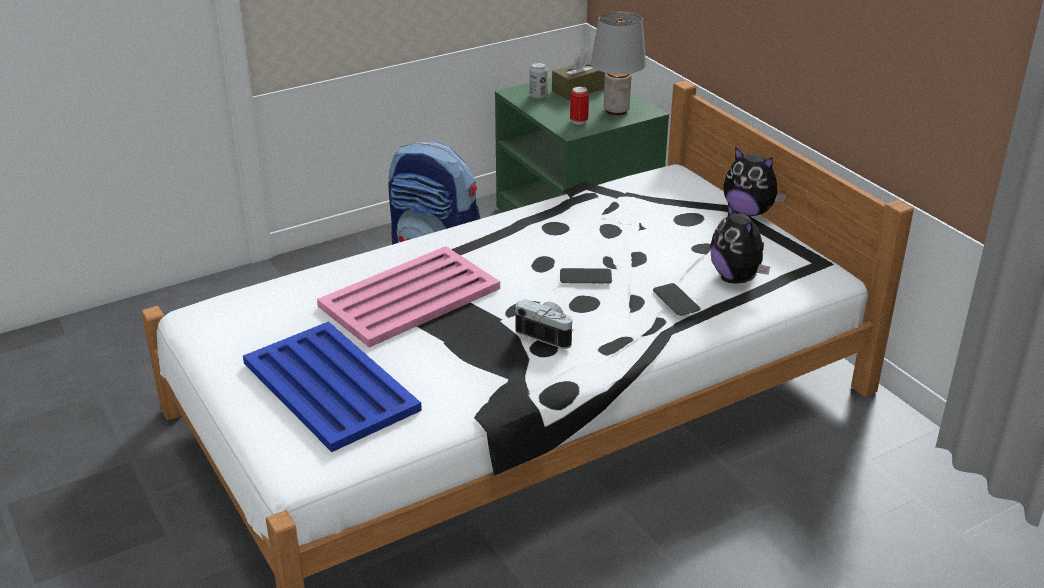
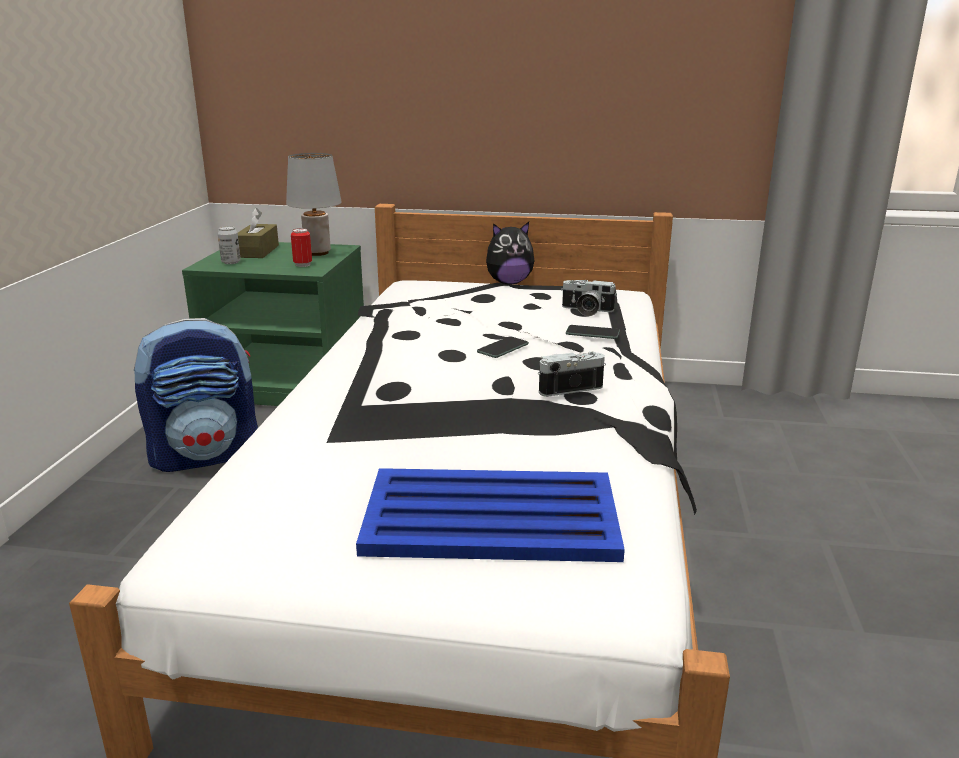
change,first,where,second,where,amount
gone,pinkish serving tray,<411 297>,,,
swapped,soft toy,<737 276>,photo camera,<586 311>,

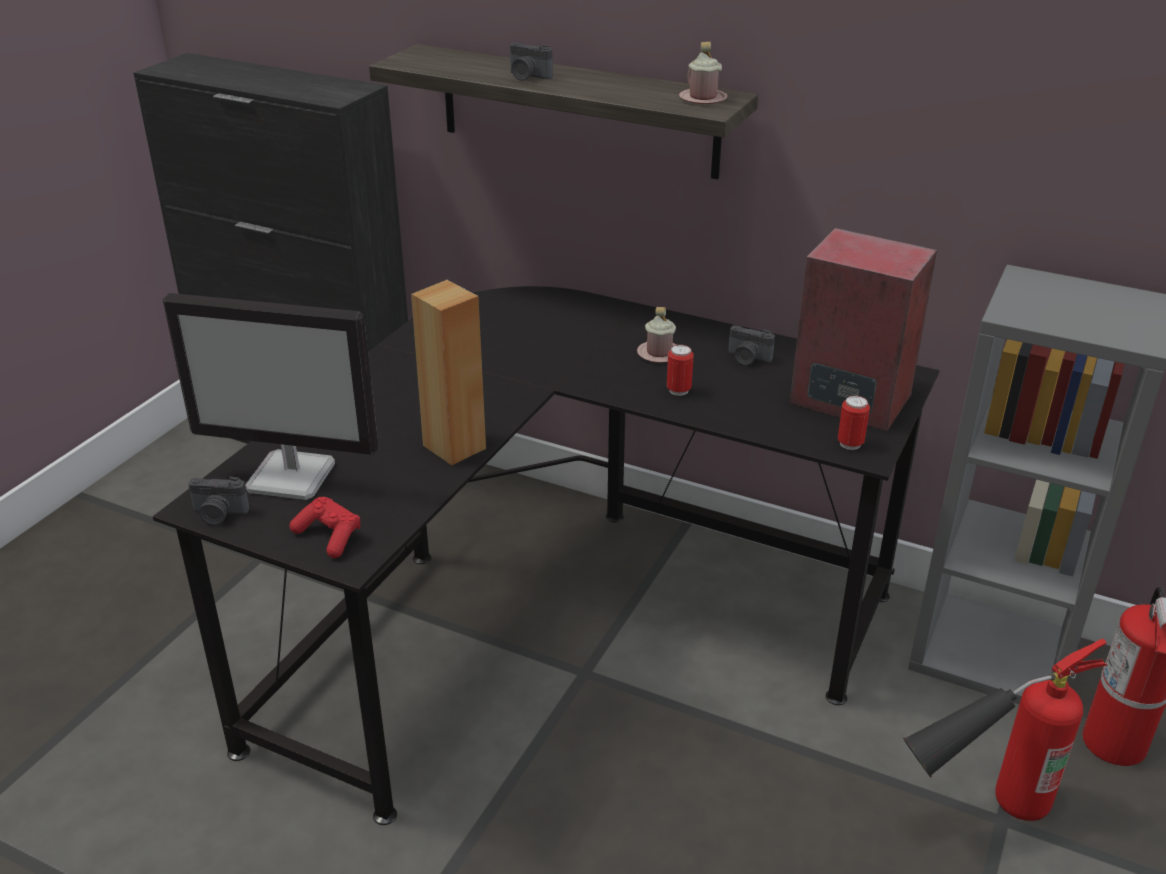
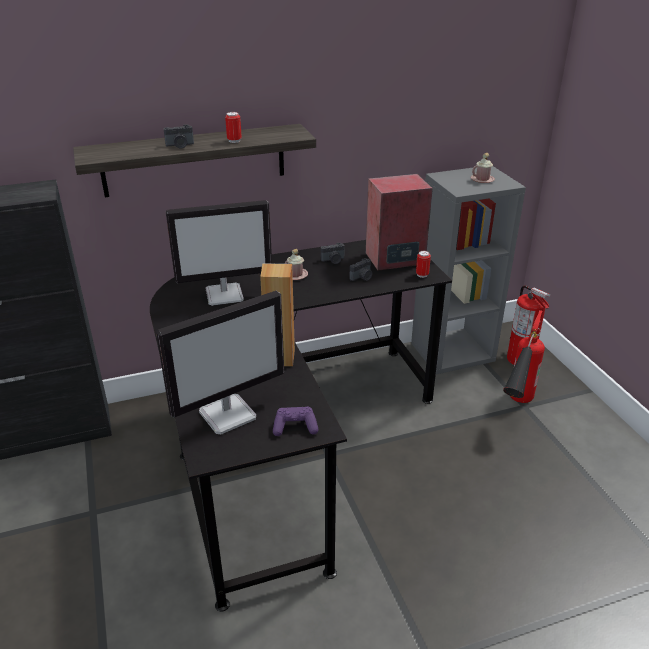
change,first,where,second,where,amount
shifted,photo camera,<219 515>,,<362 277>,
repainted,red-coloured game controller,<329 536>,purple-coloured game controller,<295 427>,
shifted,can,<678 390>,,<234 141>,
shifted,pinkish mug,<703 98>,,<482 179>,
new,,,computer display,<225 295>,

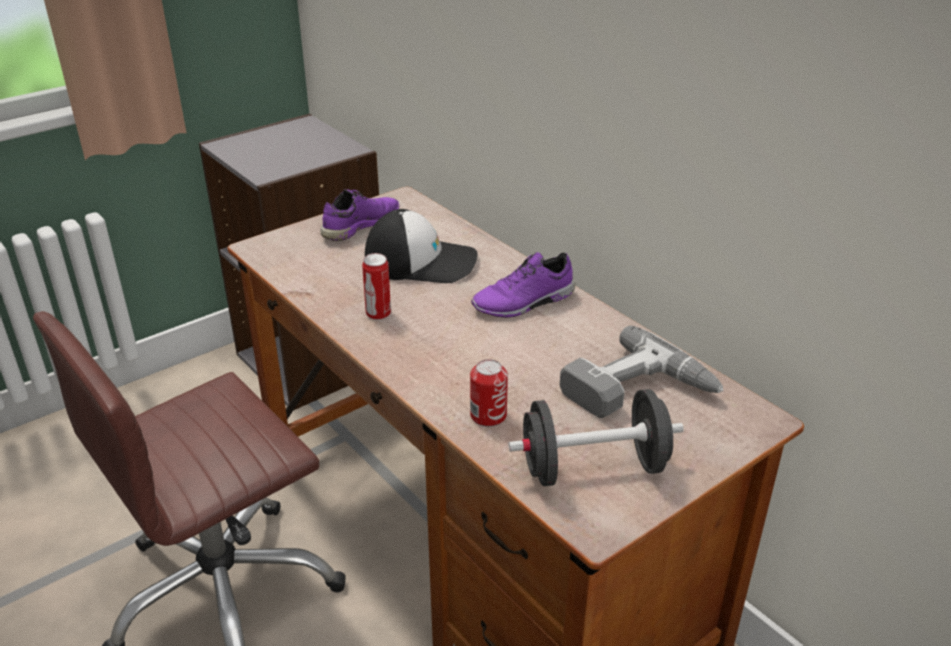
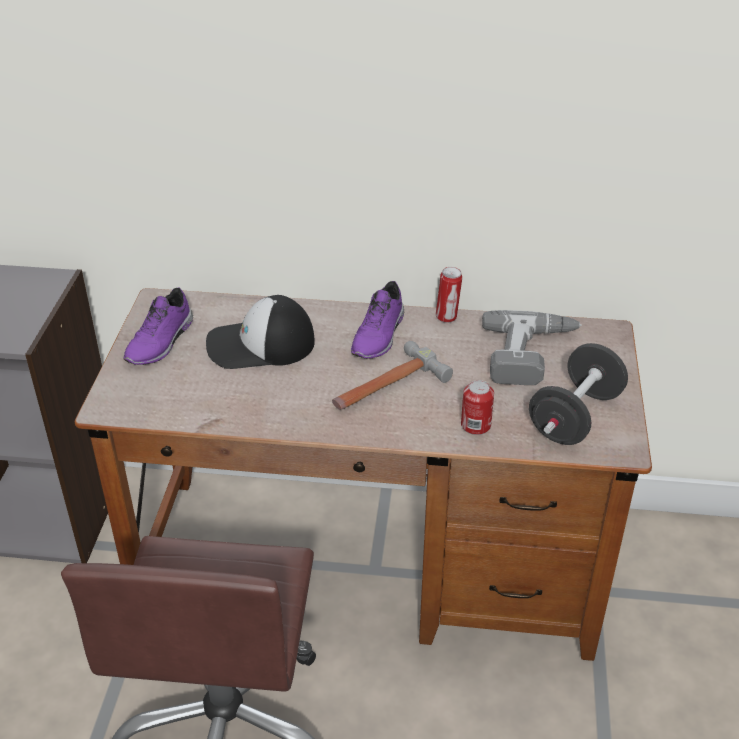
change,first,where,second,where,amount
rotated,purple-coloured low shoe,<360 225>,,<162 342>,150 degrees counterclockwise
shifted,can,<378 314>,,<447 317>,
rotated,peaked cap,<421 261>,,<260 345>,150 degrees counterclockwise
new,,,hand hammer,<386 387>,

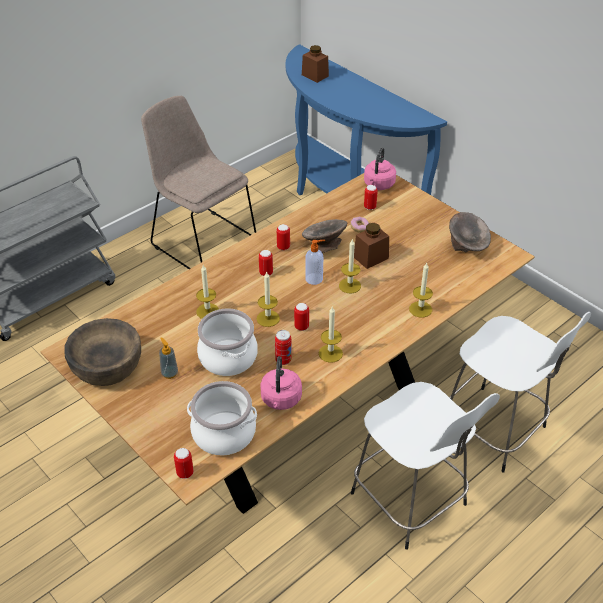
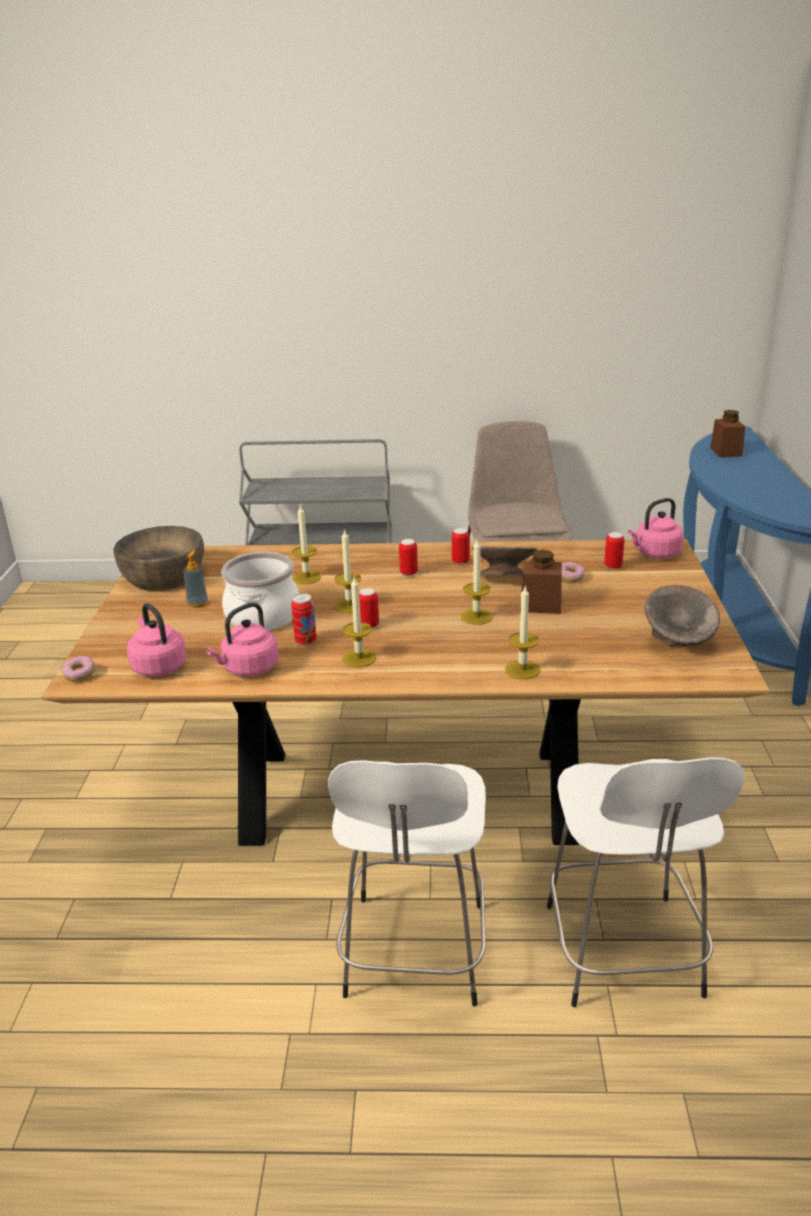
change,first,where,second,where,amount
swapped,can,<185 473>,doughnut,<80 675>,
swapped,stockpot,<223 434>,pinkish water kettle,<158 666>,
gone,soap dispenser,<314 279>,,,

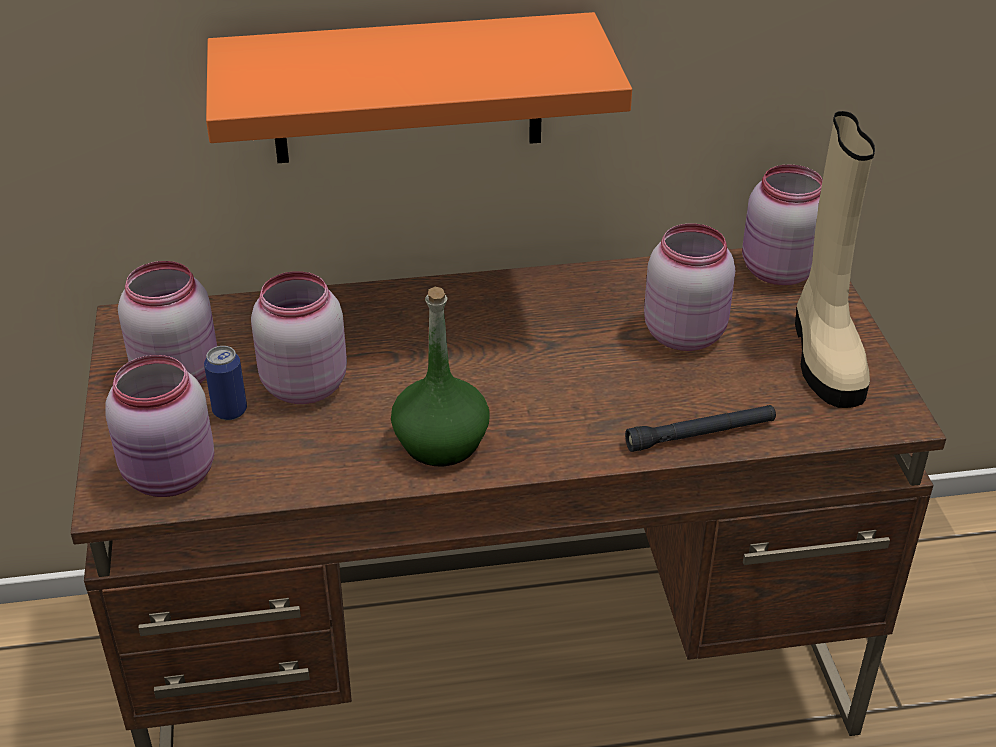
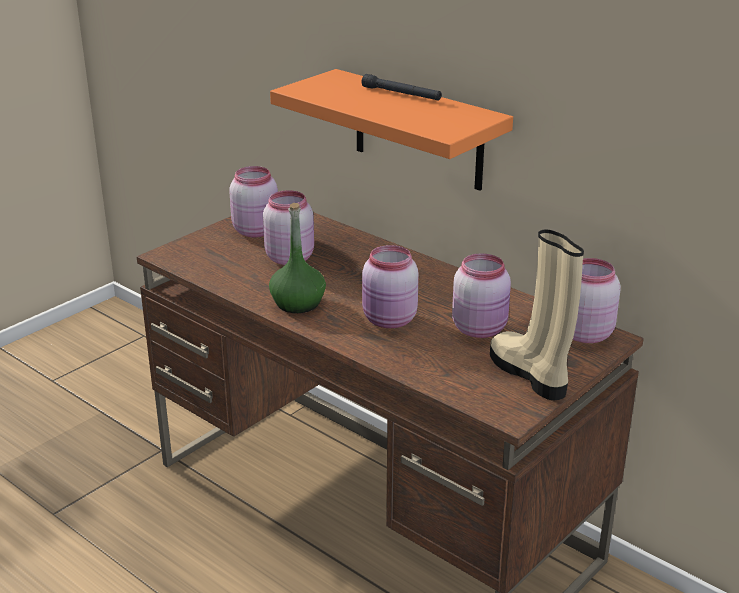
change,first,where,second,where,amount
shifted,pinkish preserve jar,<172 476>,,<389 320>,
gone,can,<230 411>,,,
shifted,black-coloured flashlight,<701 435>,,<401 94>,
rotated,beige boot,<824 355>,,<530 375>,105 degrees clockwise

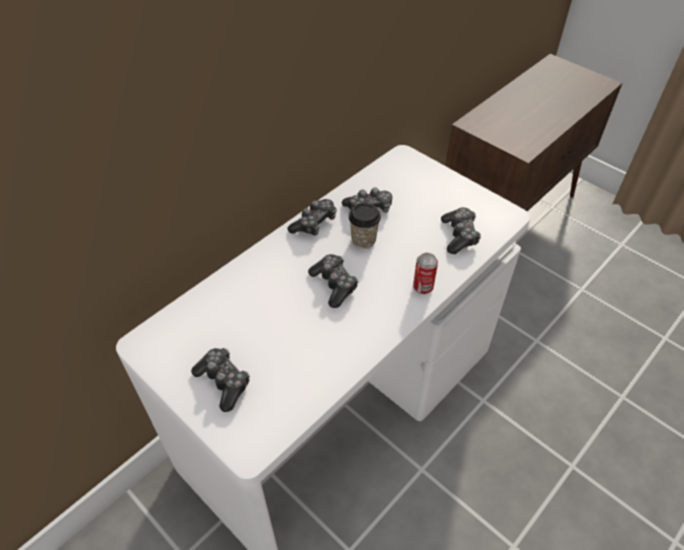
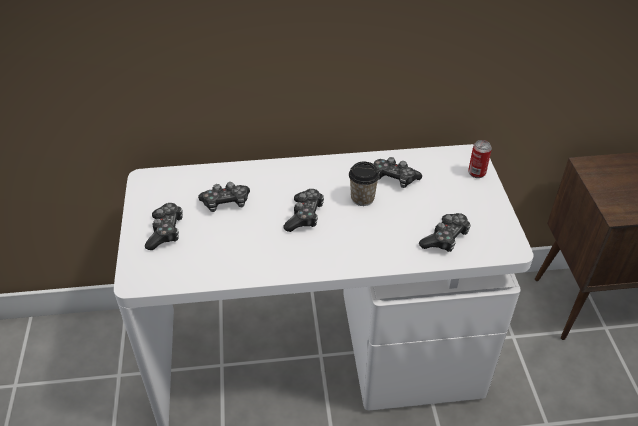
change,first,where,second,where,amount
shifted,game controller,<314 223>,,<226 203>,
shifted,can,<423 287>,,<476 173>,

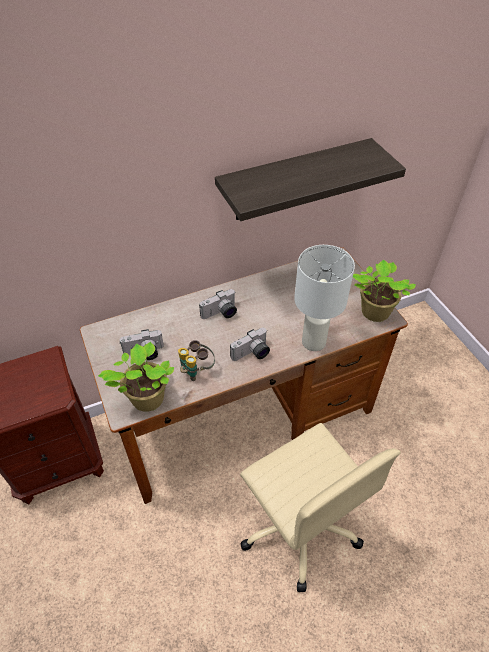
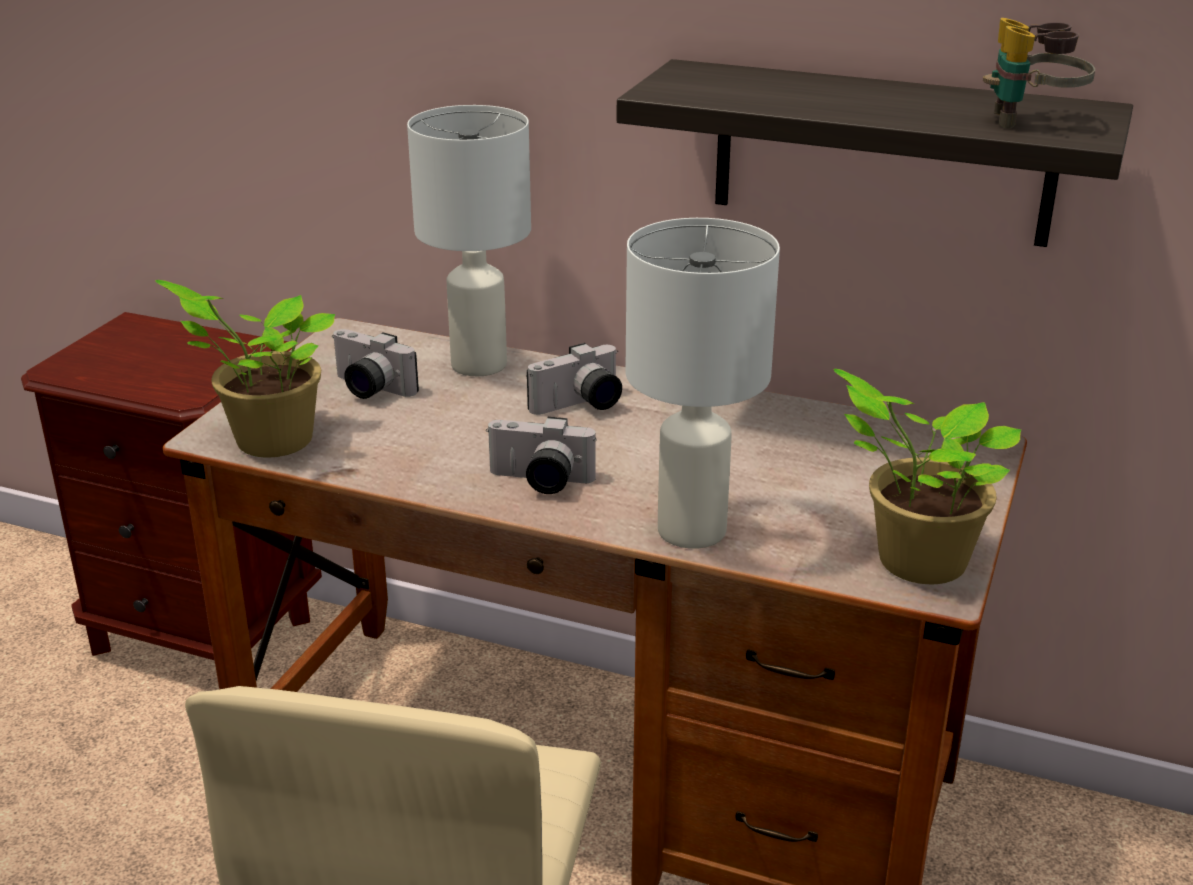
change,first,where,second,where,amount
shifted,binoculars,<197 370>,,<1030 122>,
rotated,photo camera,<220 314>,,<580 406>,45 degrees counterclockwise
new,,,whitish lamp for a table,<479 365>,

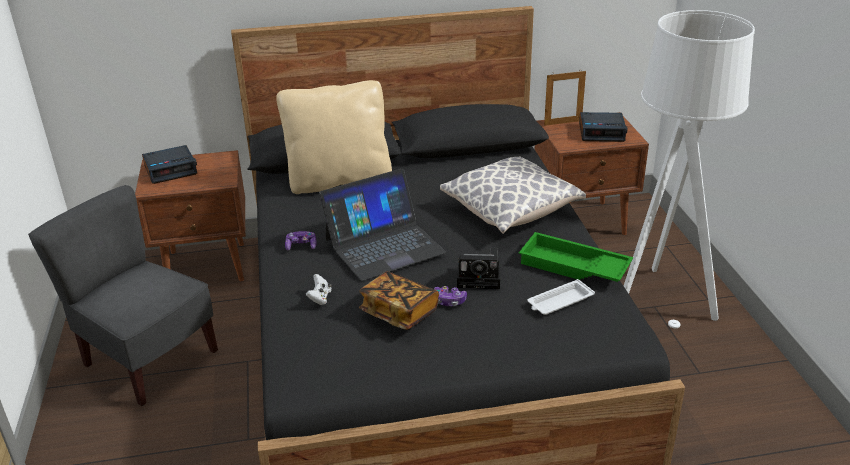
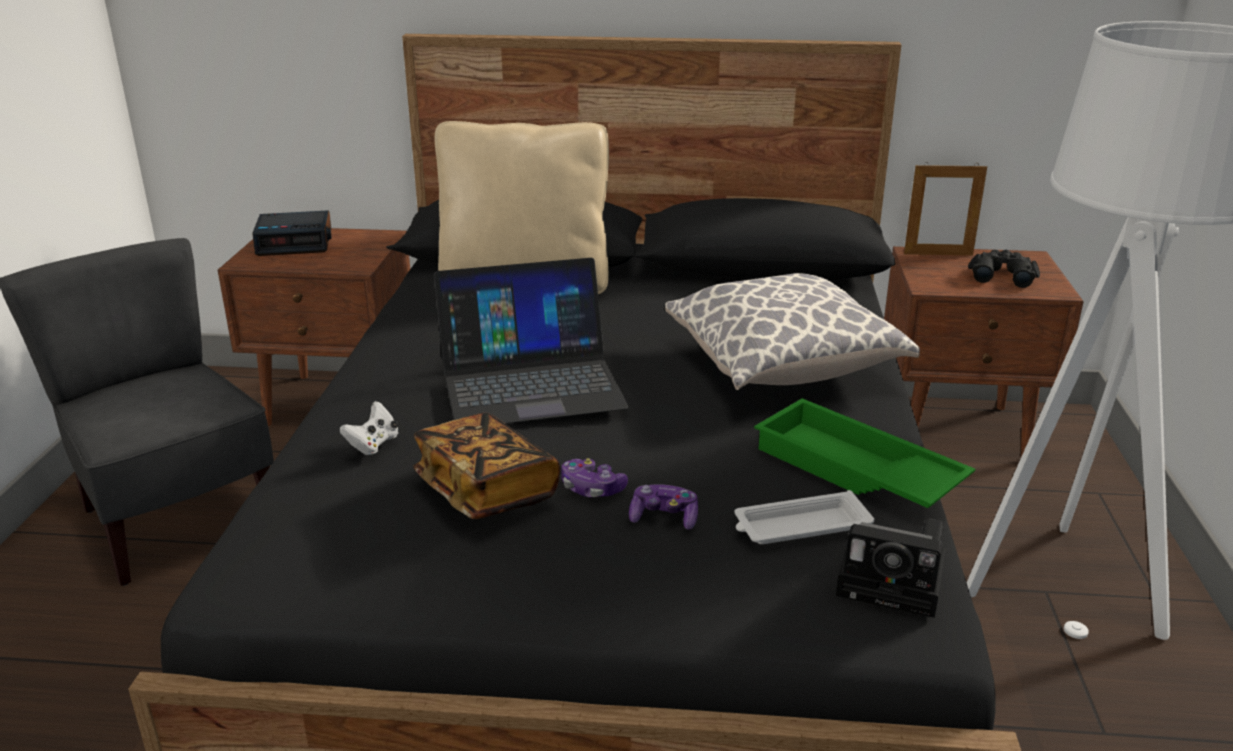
change,first,where,second,where,amount
shifted,game controller,<301 246>,,<664 517>,
shifted,photo camera,<481 278>,,<895 583>,
swapped,bedside clock,<602 132>,black-coloured binoculars,<1002 275>,

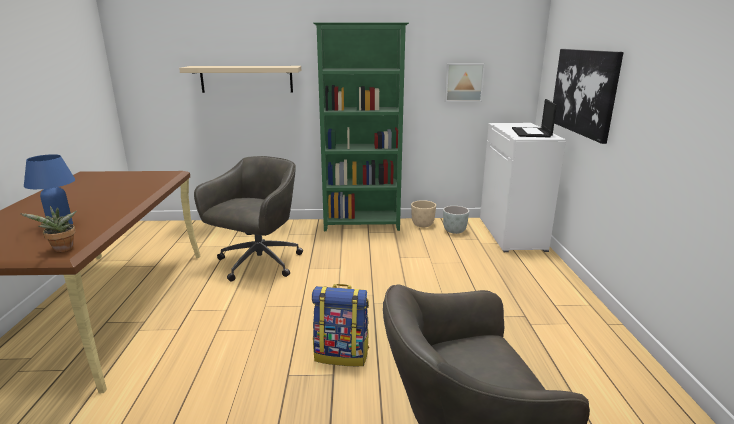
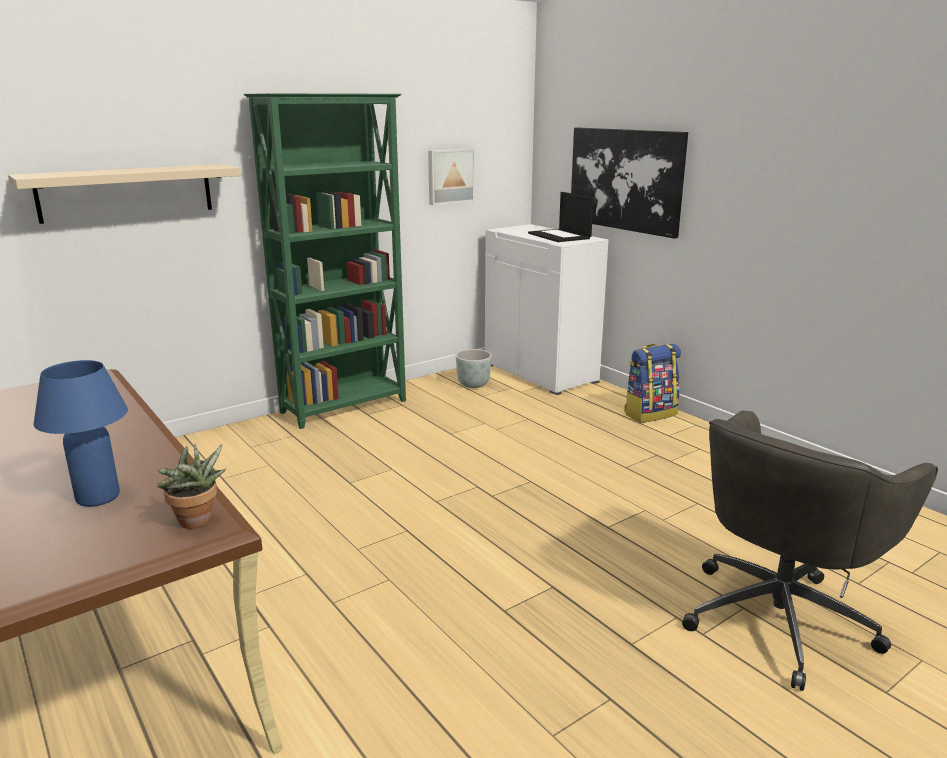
change,first,where,second,where,amount
gone,gray computer chair,<258 263>,,,
shifted,rucksack,<342 354>,,<650 414>,
gone,beige flower pot,<423 225>,,,

